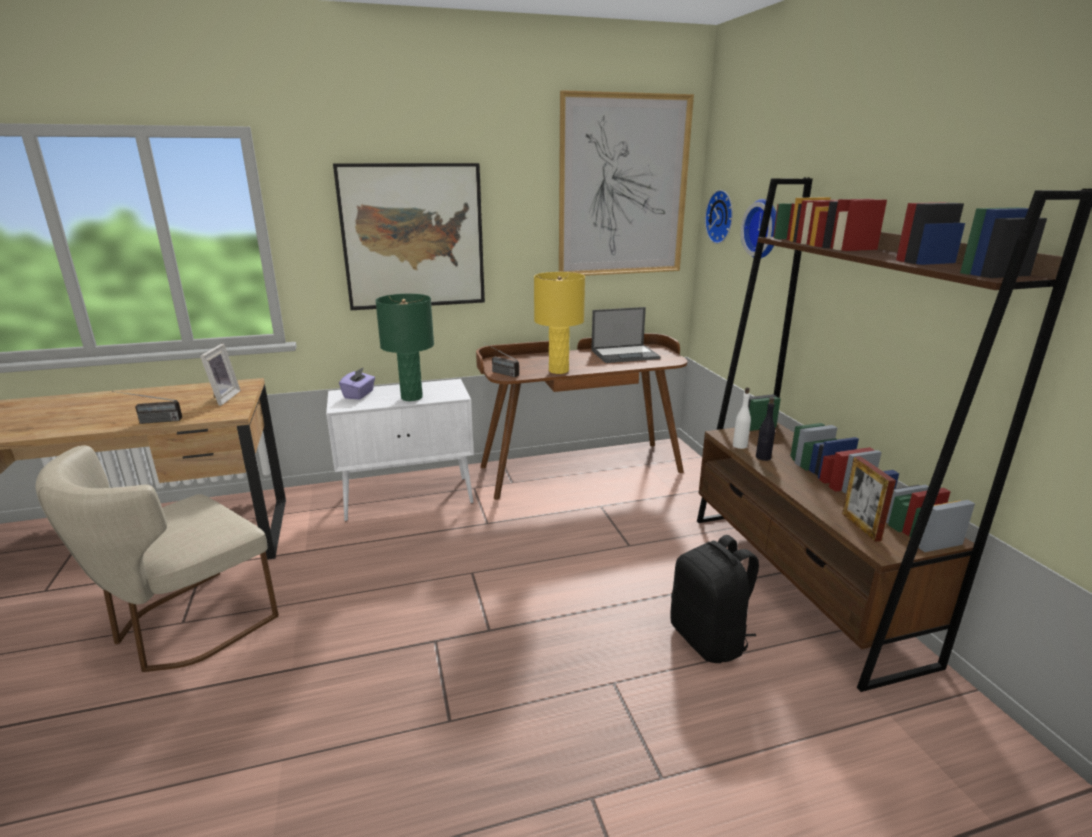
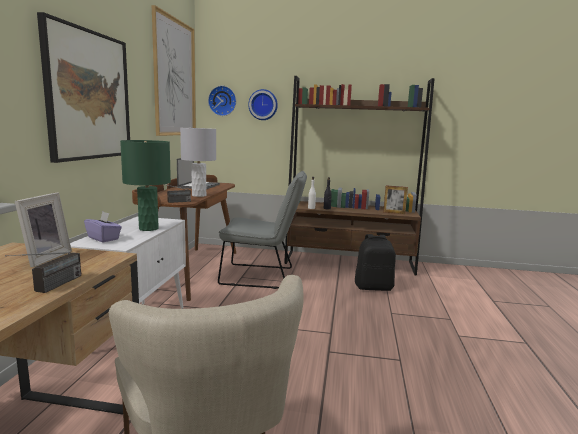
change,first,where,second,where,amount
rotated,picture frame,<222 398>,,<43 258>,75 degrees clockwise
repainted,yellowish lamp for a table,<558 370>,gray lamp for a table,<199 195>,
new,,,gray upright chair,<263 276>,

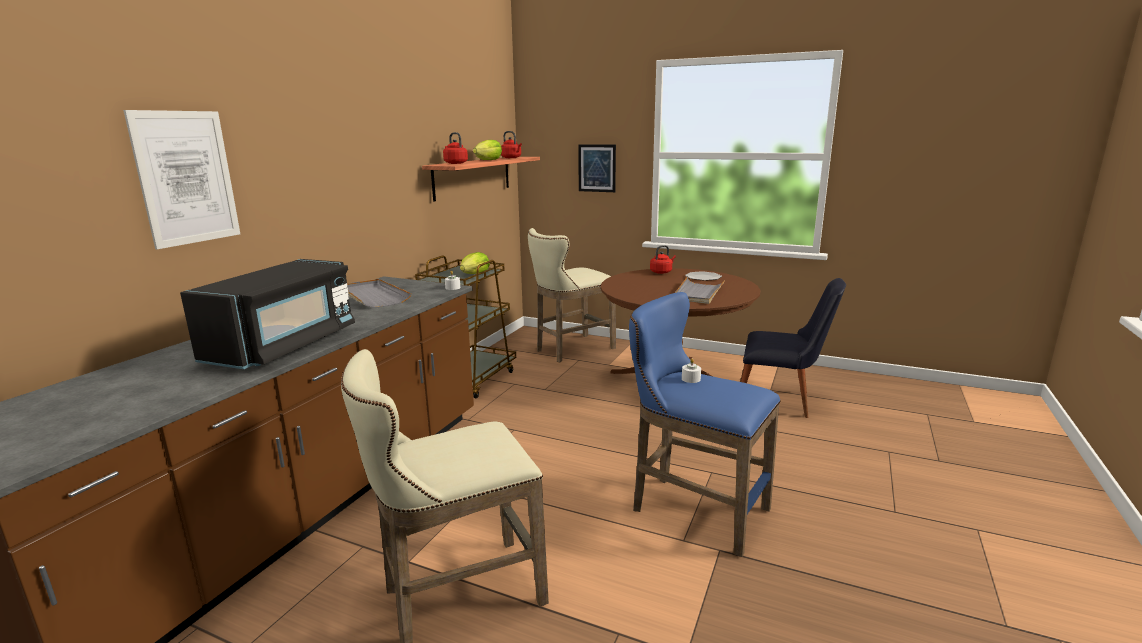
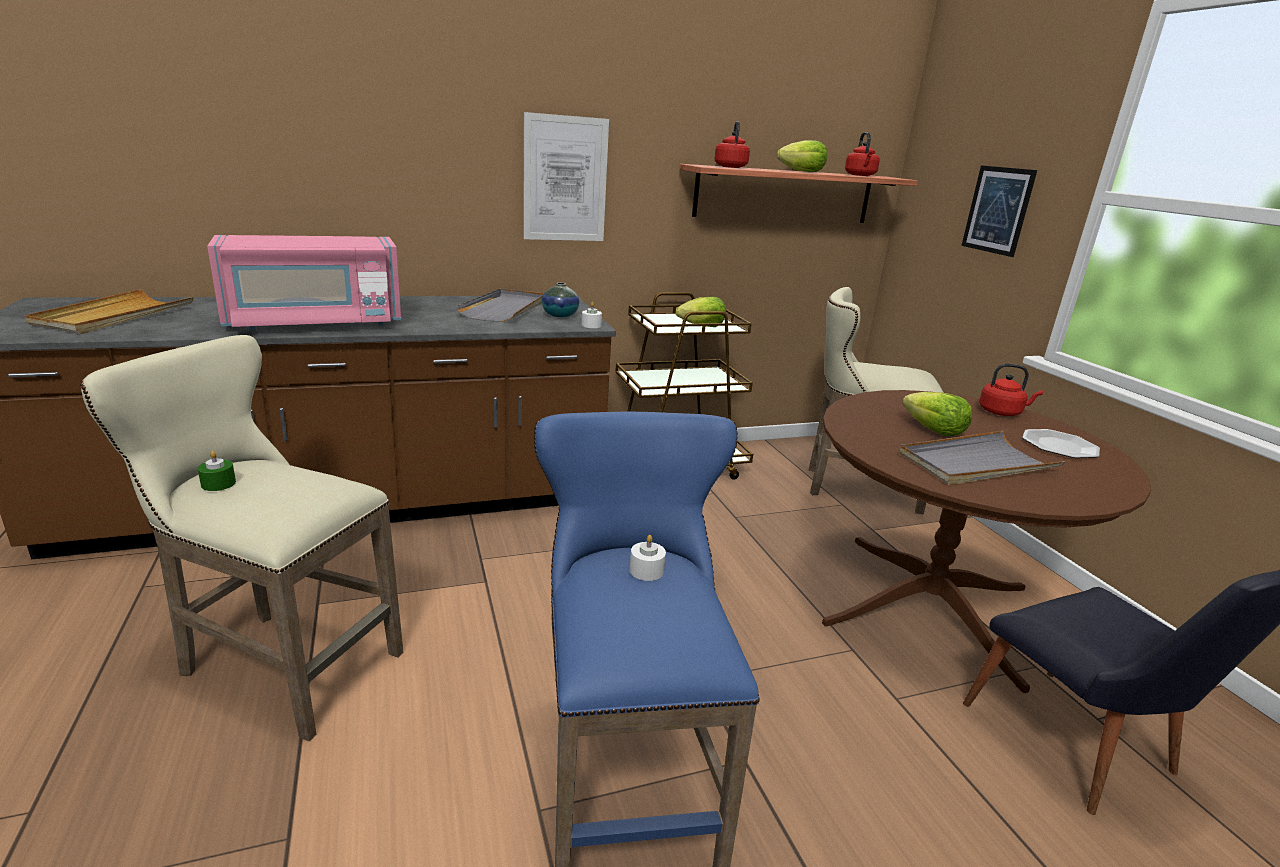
change,first,where,second,where,amount
shifted,wall art,<186 178>,,<565 179>,
repainted,black-coloured microwave,<285 345>,pinkish microwave,<315 323>,
new,,,beige serving tray,<115 316>,
new,,,green wax candle,<218 483>,
new,,,vase,<560 315>,
new,,,lettuce head,<934 430>,

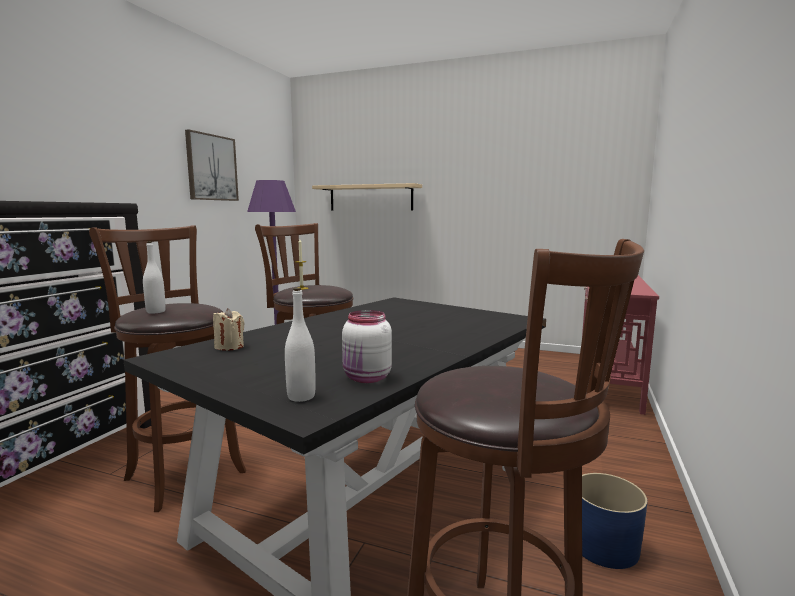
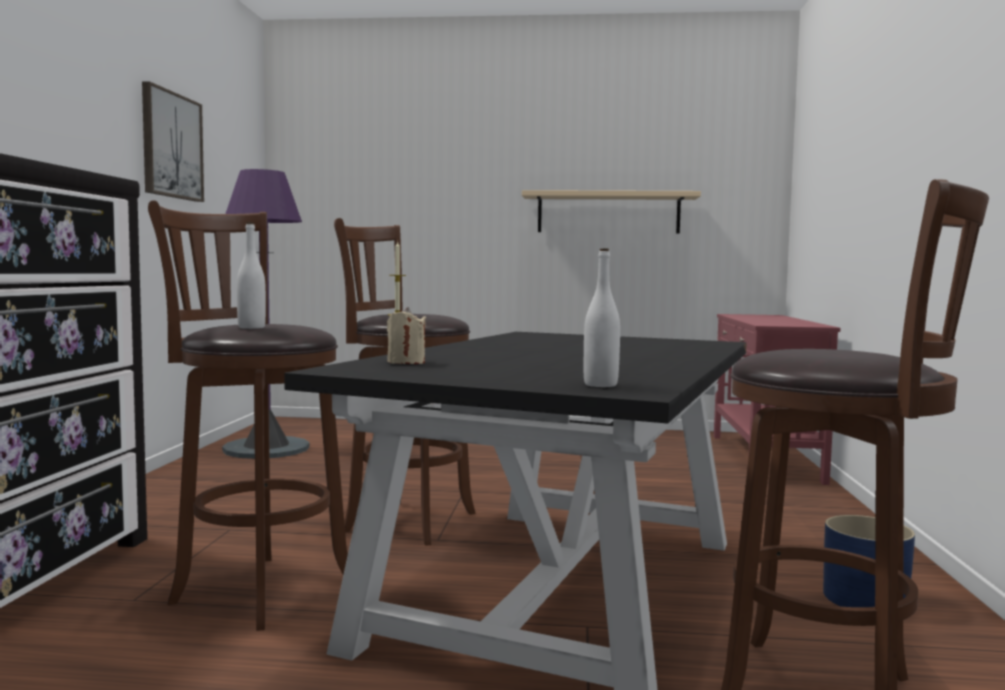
change,first,where,second,where,amount
shifted,beige wall shelf,<370 198>,,<608 213>,
gone,whitish preserve jar,<367 378>,,,

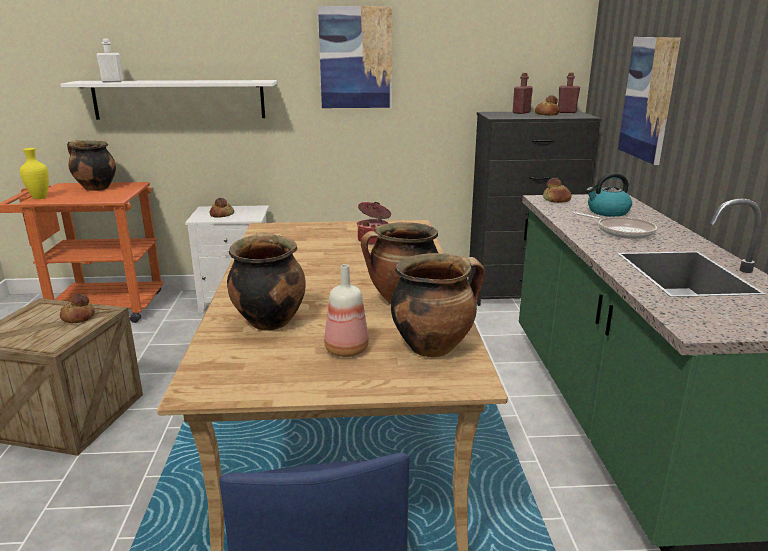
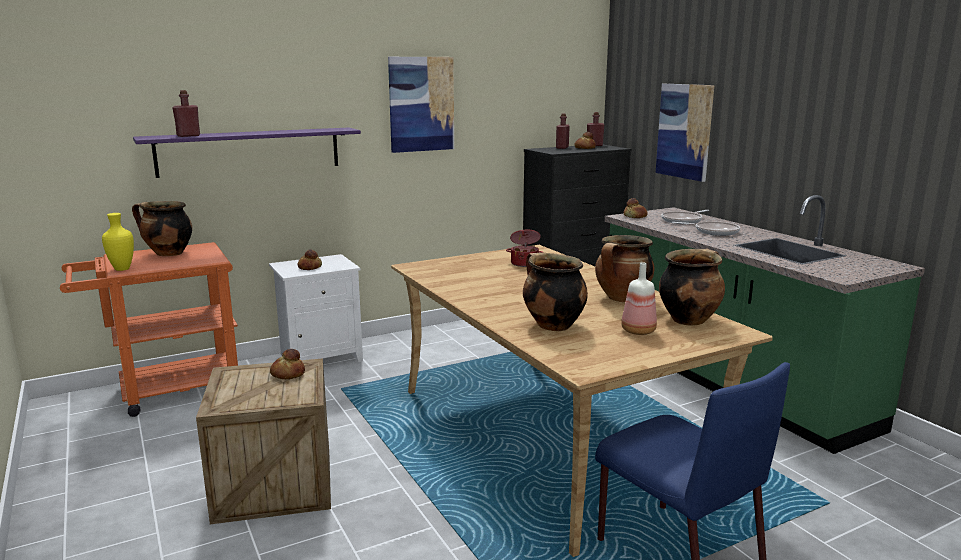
change,first,where,second,where,amount
repainted,whitish wall shelf,<179 99>,purple-coloured wall shelf,<250 151>,
repainted,whitish beverage bottle,<112 82>,red-coloured beverage bottle,<188 136>,
swapped,water kettle,<607 212>,pan,<683 220>,

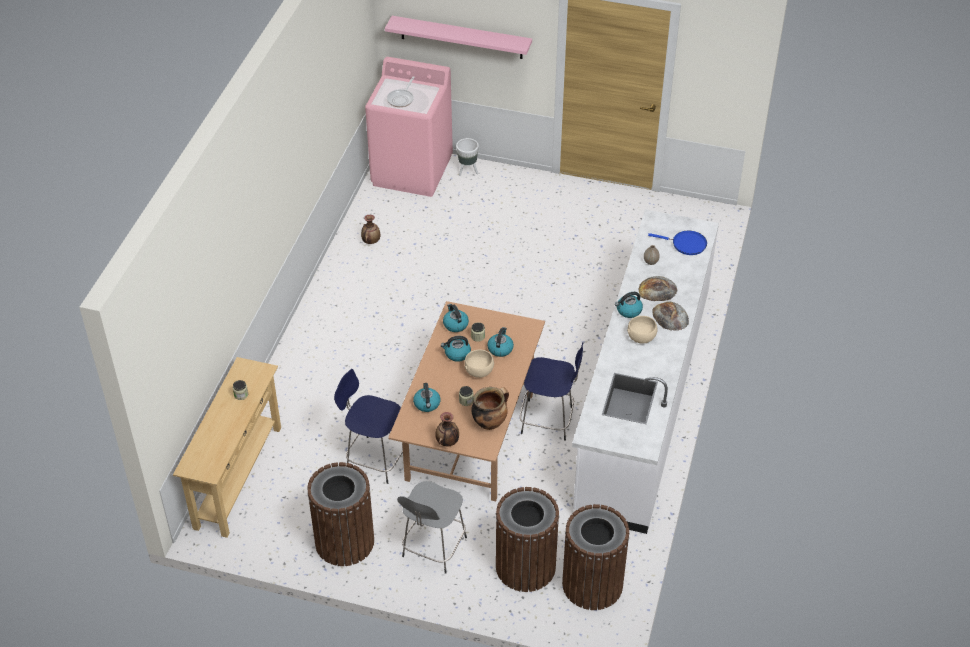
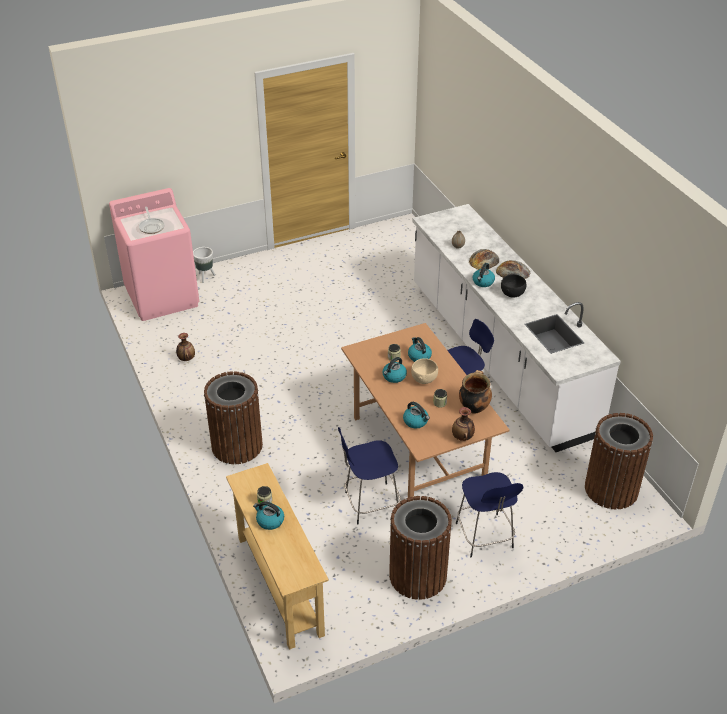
change,first,where,second,where,amount
gone,pinkish wall shelf,<461 37>,,,
repainted,gray stool,<433 549>,blue-coloured stool,<485 537>,
shifted,water kettle,<455 324>,,<269 521>,
shifted,brown-coloured rubbish bin,<525 566>,,<237 446>,
repainted,beige bowl,<641 338>,black-coloured bowl,<512 294>,
gone,blue-coloured pan,<686 244>,,,

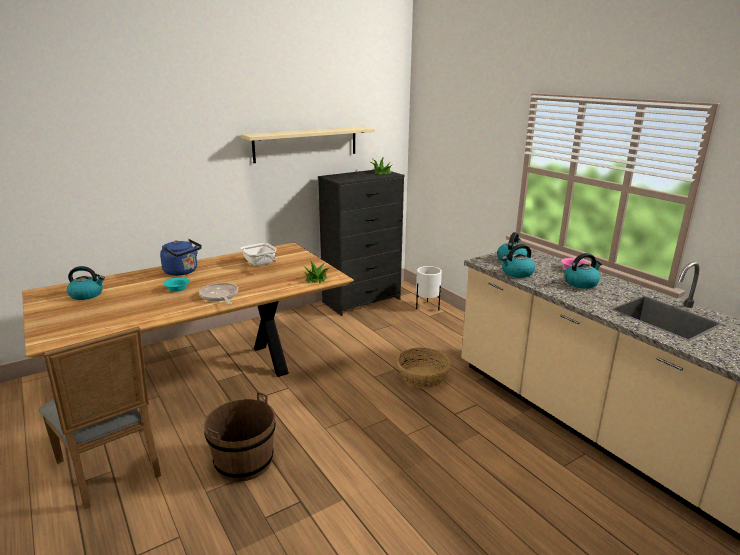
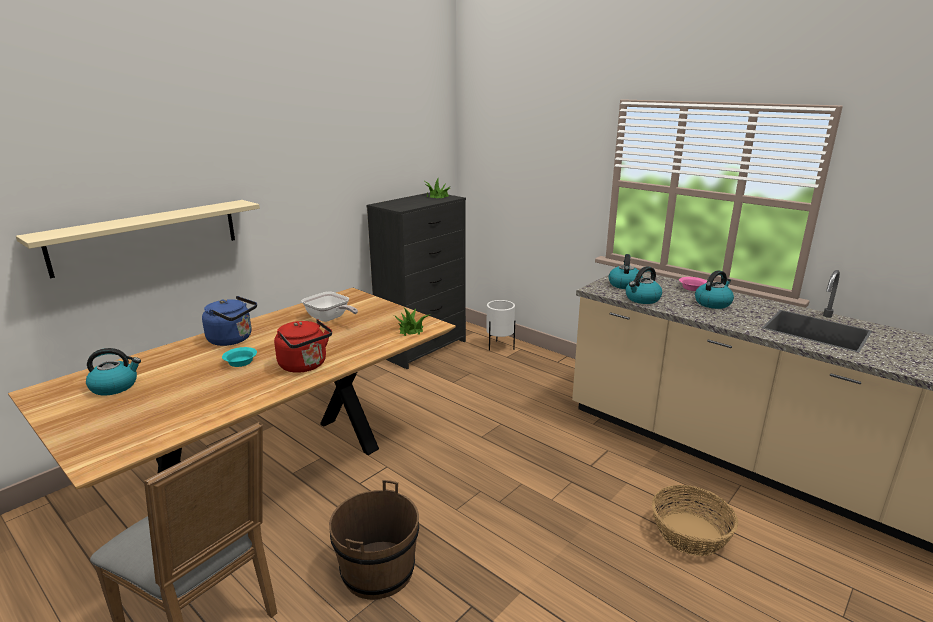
change,first,where,second,where,amount
swapped,pan,<220 296>,red-coloured water kettle,<305 366>,
shifted,beige wall shelf,<306 144>,,<147 236>,
shifted,household basket,<423 377>,,<690 533>,

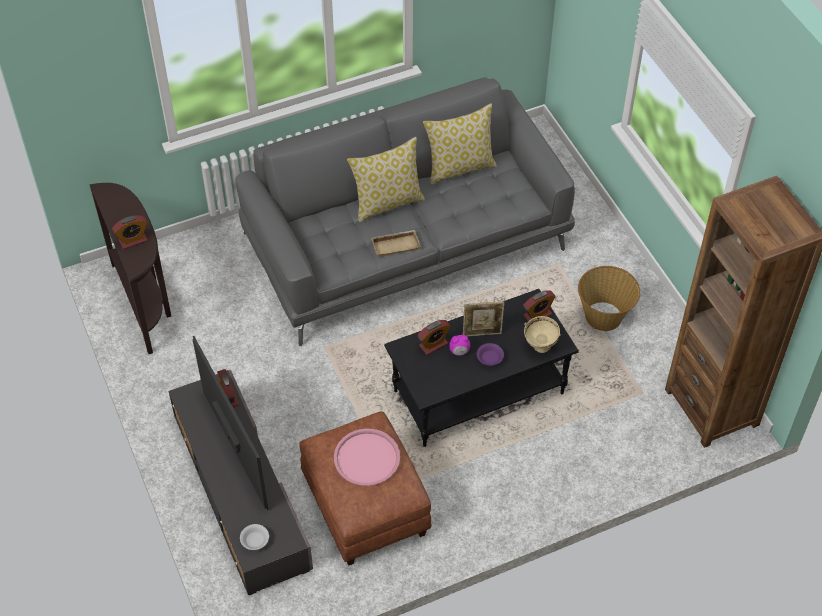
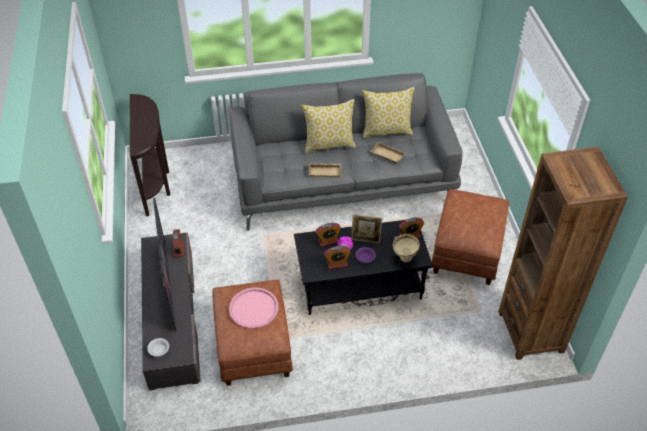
change,first,where,second,where,amount
shifted,bedside clock,<133 240>,,<337 264>,
swapped,household basket,<604 316>,brown-coloured footrest,<467 252>,
new,,,beige serving tray,<386 155>,

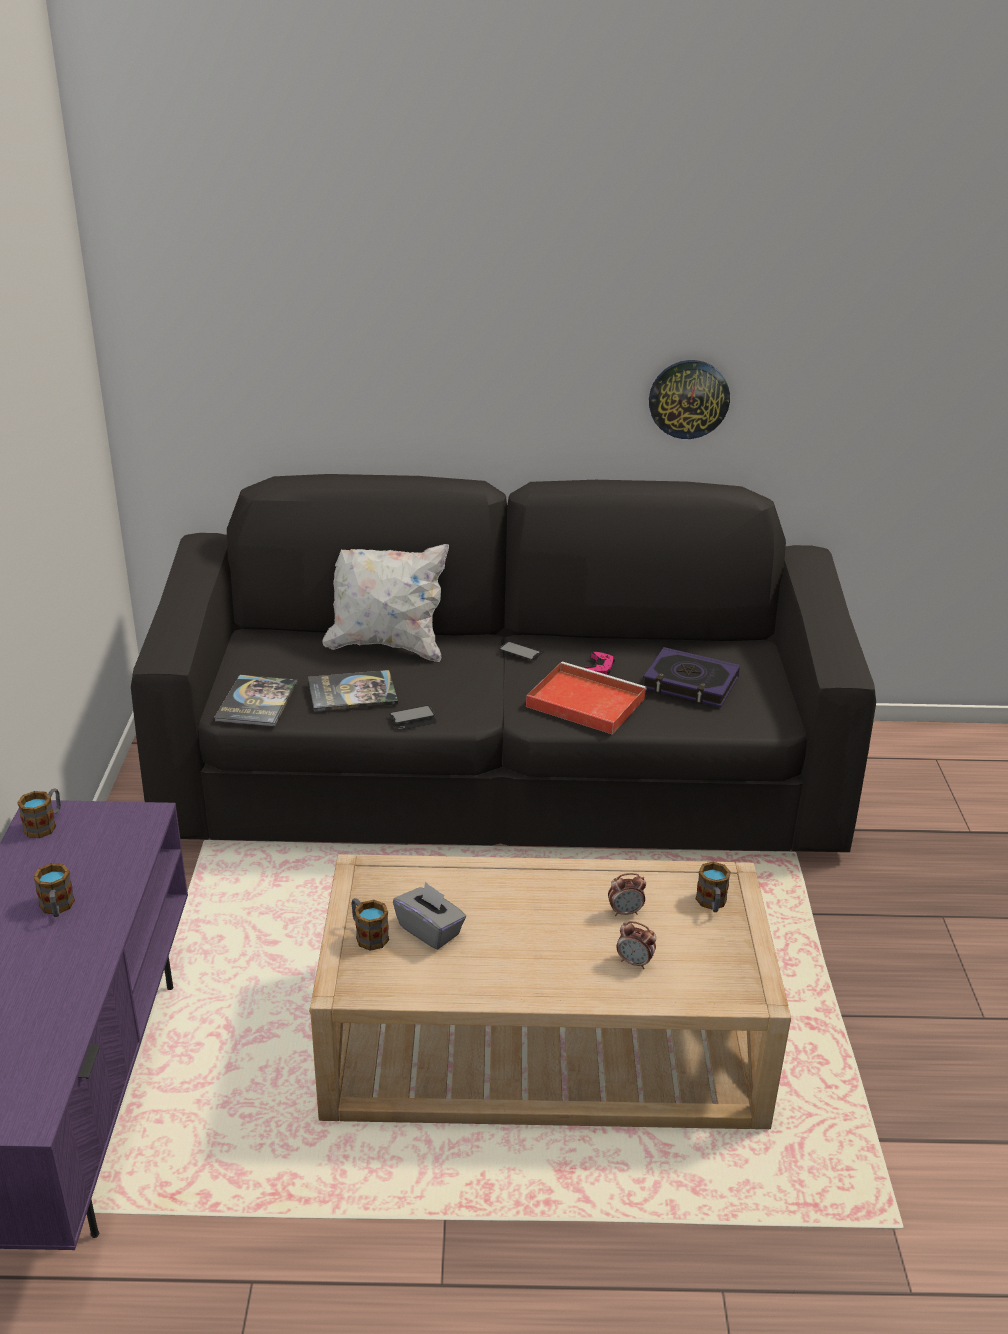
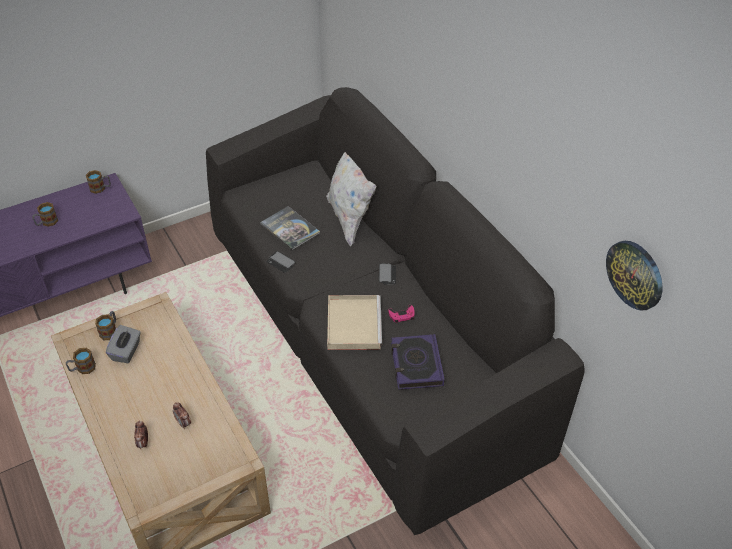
change,first,where,second,where,amount
gone,volume,<257 702>,,,
repainted,red-coloured serving tray,<583 702>,beige serving tray,<353 323>,
shifted,wall clock,<688 399>,,<635 274>,
shifted,mug,<712 903>,,<82 368>,

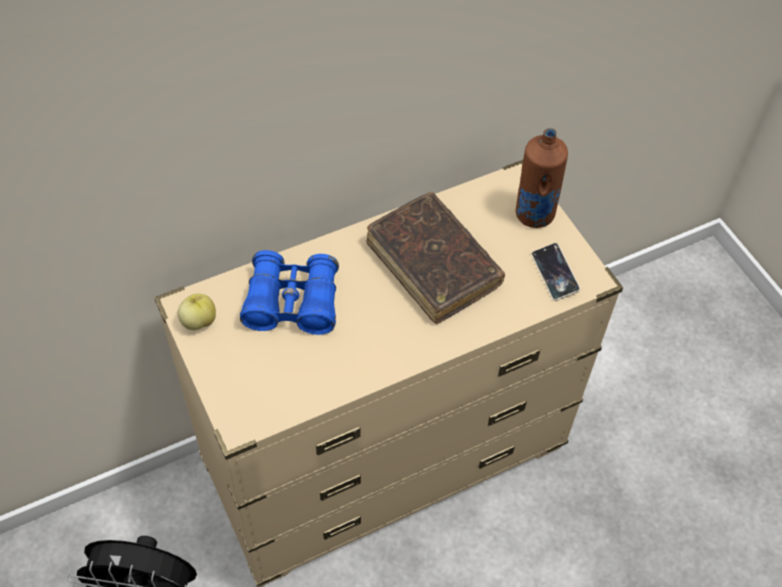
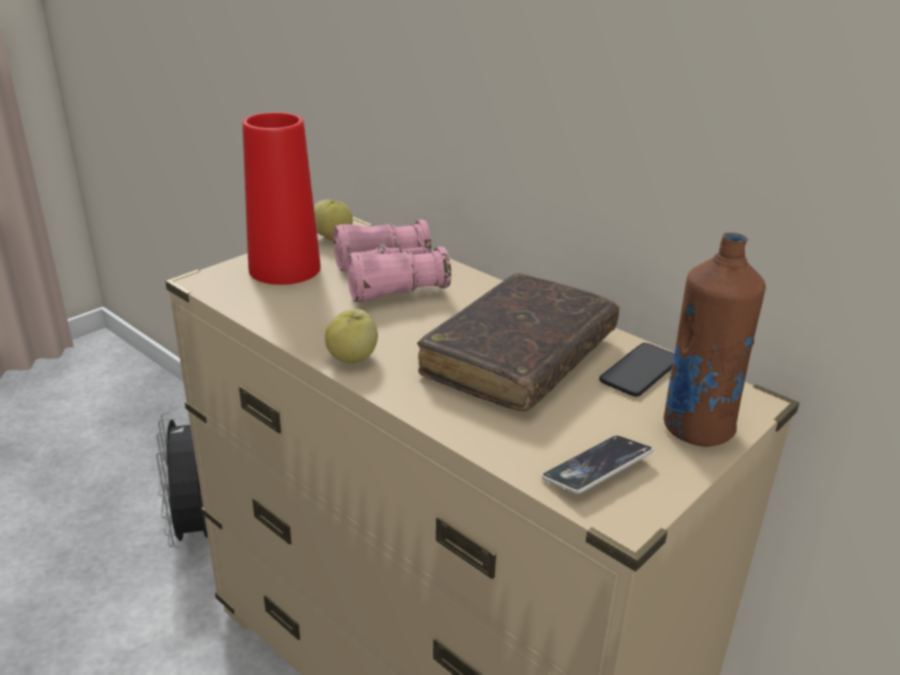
change,first,where,second,where,amount
repainted,blue-coloured binoculars,<292 303>,pinkish binoculars,<389 279>,
new,,,red-coloured vase,<284 268>,
new,,,whole apple,<353 358>,
new,,,handset,<640 371>,

